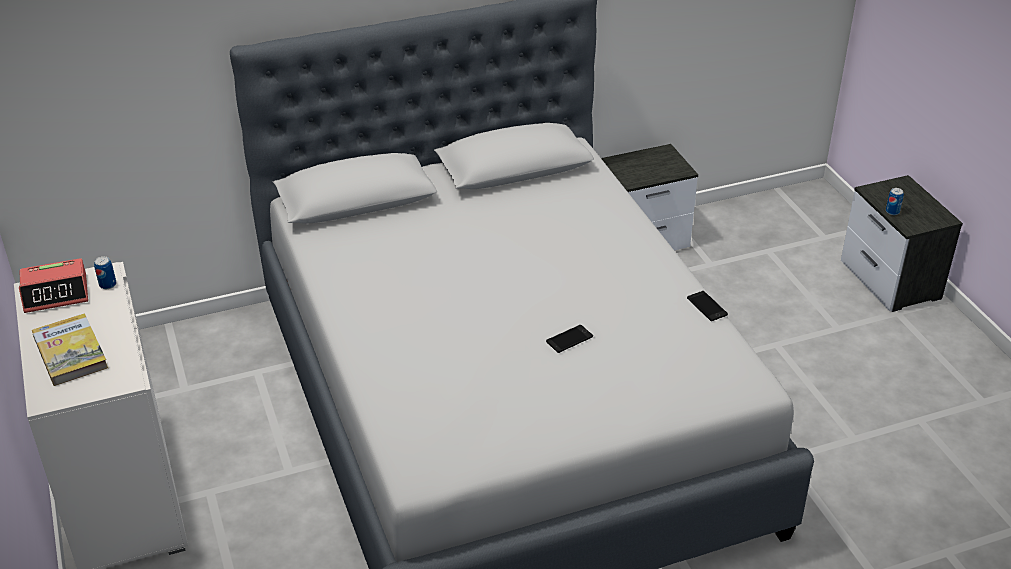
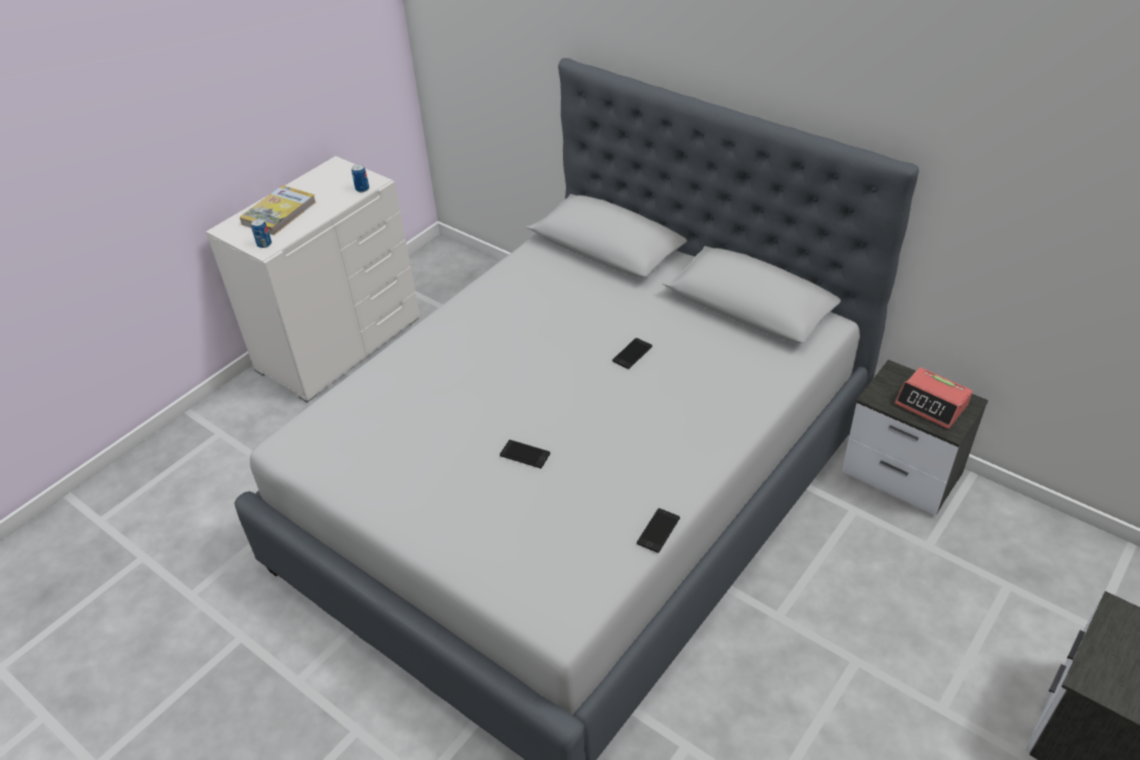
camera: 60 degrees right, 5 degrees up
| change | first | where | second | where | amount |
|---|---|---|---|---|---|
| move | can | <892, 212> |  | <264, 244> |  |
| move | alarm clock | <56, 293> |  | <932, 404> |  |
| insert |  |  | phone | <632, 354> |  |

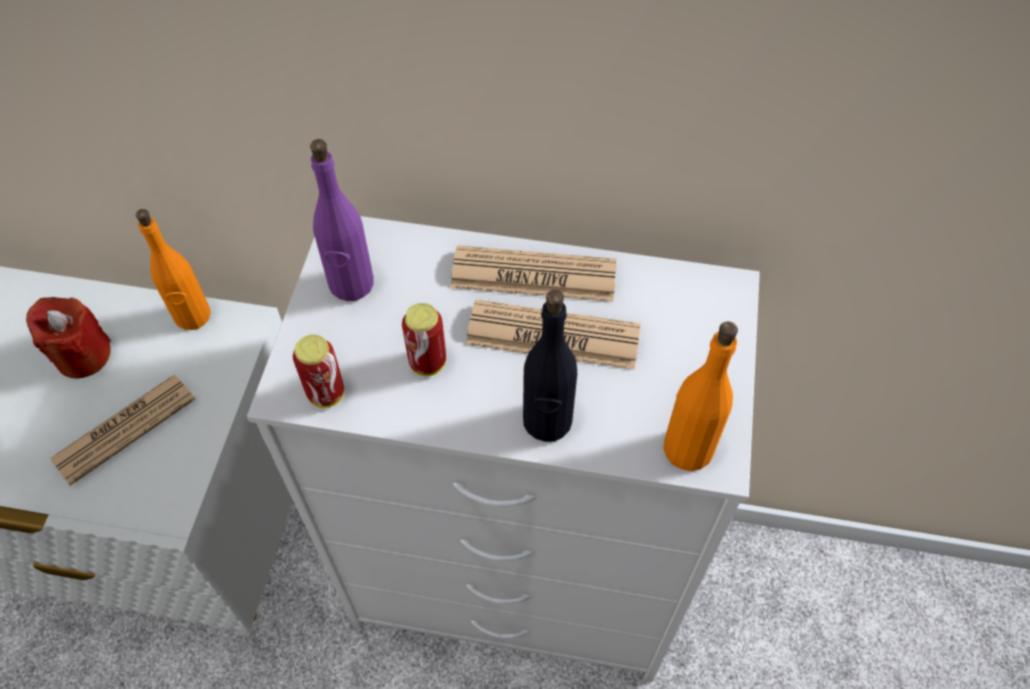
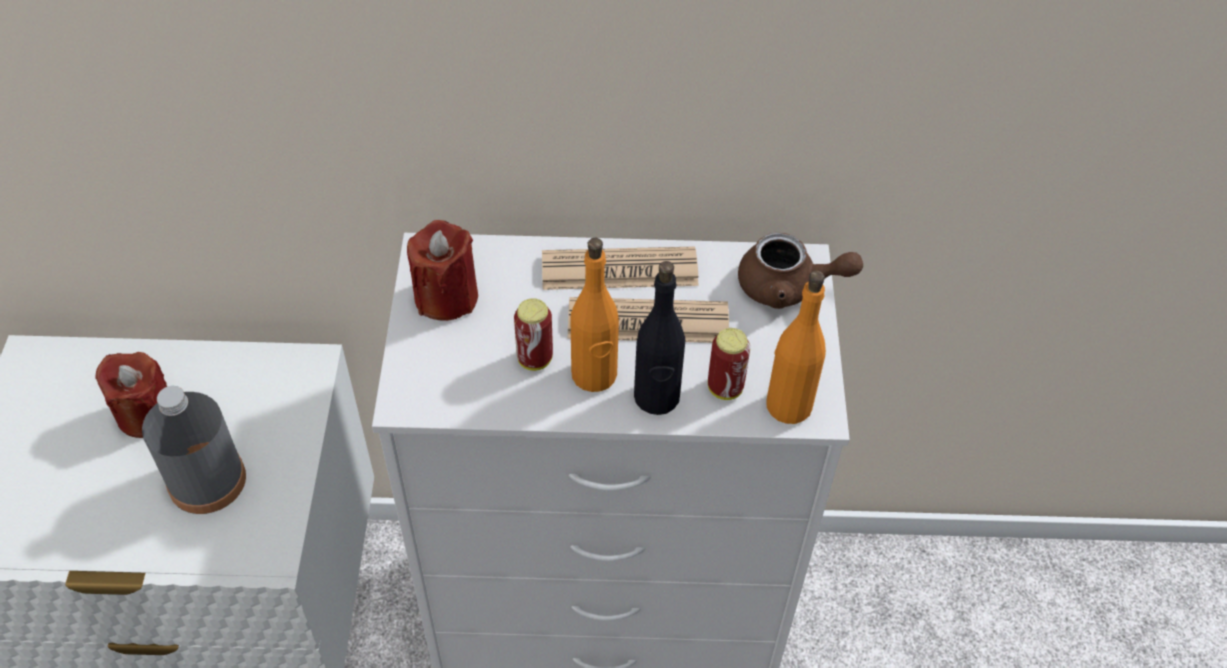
camera: 10 degrees left, 5 degrees down
| change | first | where | second | where | amount |
|---|---|---|---|---|---|
| replace | purple bottle | <351, 284> | red candle | <446, 297> |  |
| move | orange bottle | <192, 316> |  | <594, 375> |  |
| move | can | <326, 393> |  | <725, 388> |  |
| replace | newspaper | <124, 429> | grey bottle | <207, 480> |  |
| insert |  |  | brown teapot | <788, 287> |  |

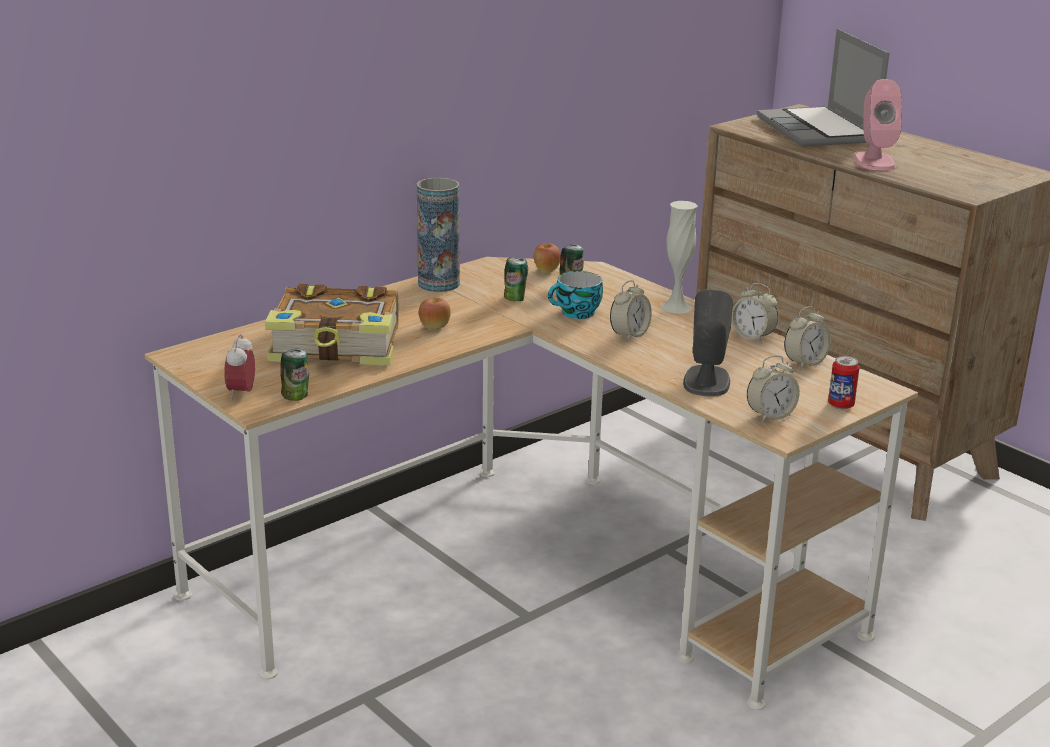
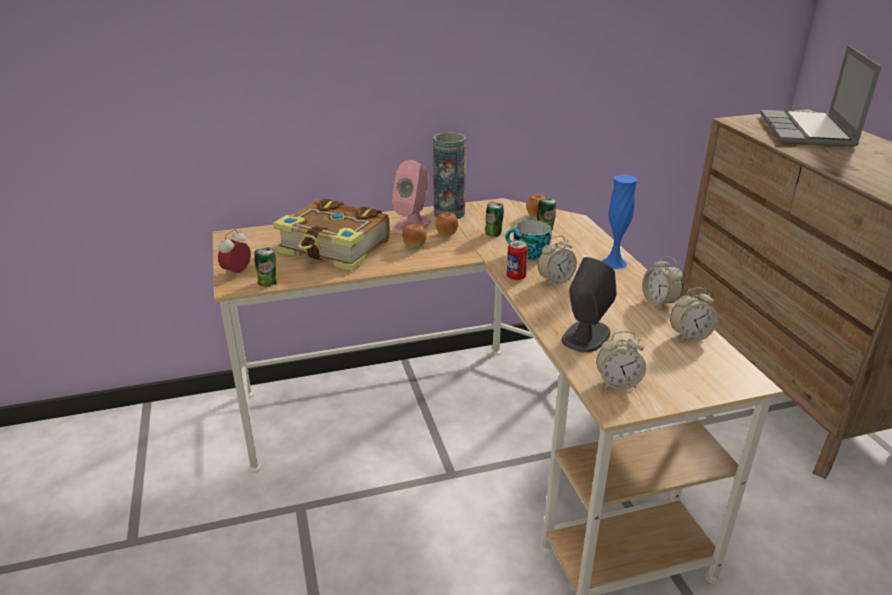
camera: 25 degrees right, 5 degrees up
| change | first | where | second | where | amount |
|---|---|---|---|---|---|
| move | pink speaker | <874, 161> |  | <413, 224> |  |
| recolor | white vase | <676, 307> | blue vase | <614, 263> |  |
| move | can | <841, 405> |  | <516, 277> |  |
| insert |  |  | apple | <446, 234> |  |

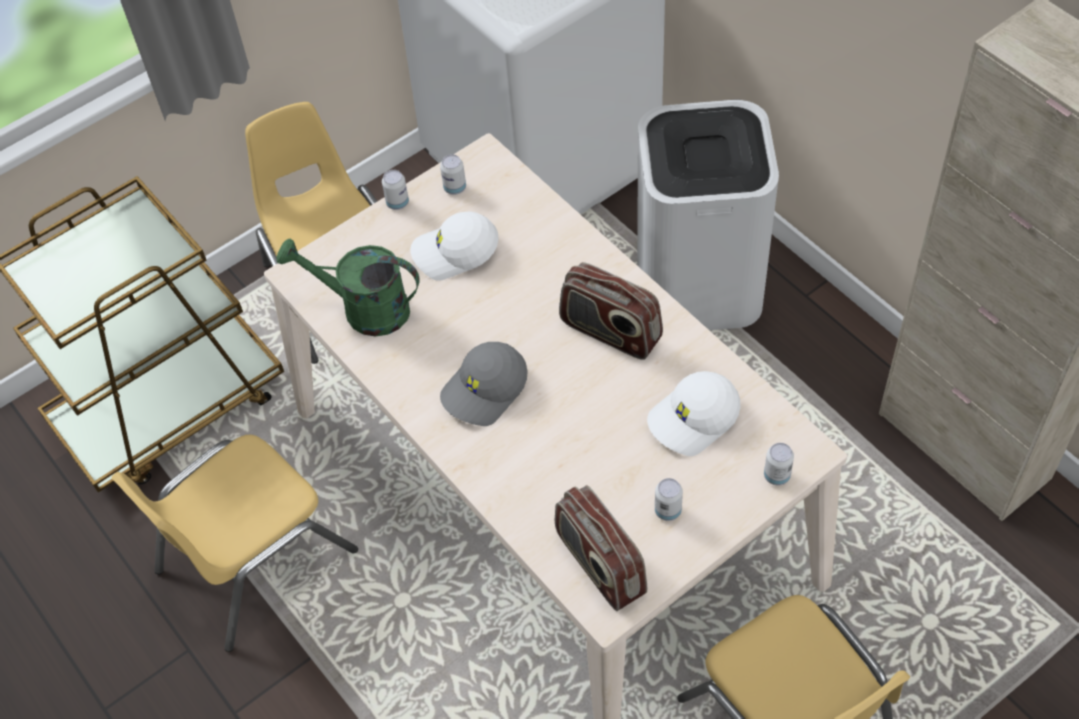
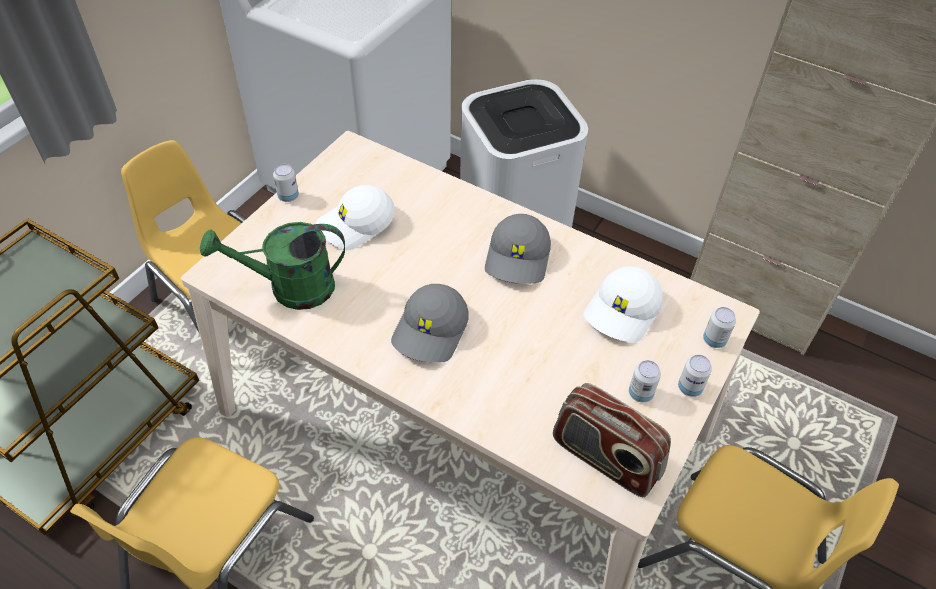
camera: 25 degrees left, 5 degrees down
| change | first | where | second | where | amount |
|---|---|---|---|---|---|
| move | can | <455, 188> |  | <689, 388> |  |
| replace | radio | <610, 332> | grey cap | <519, 258> |  |

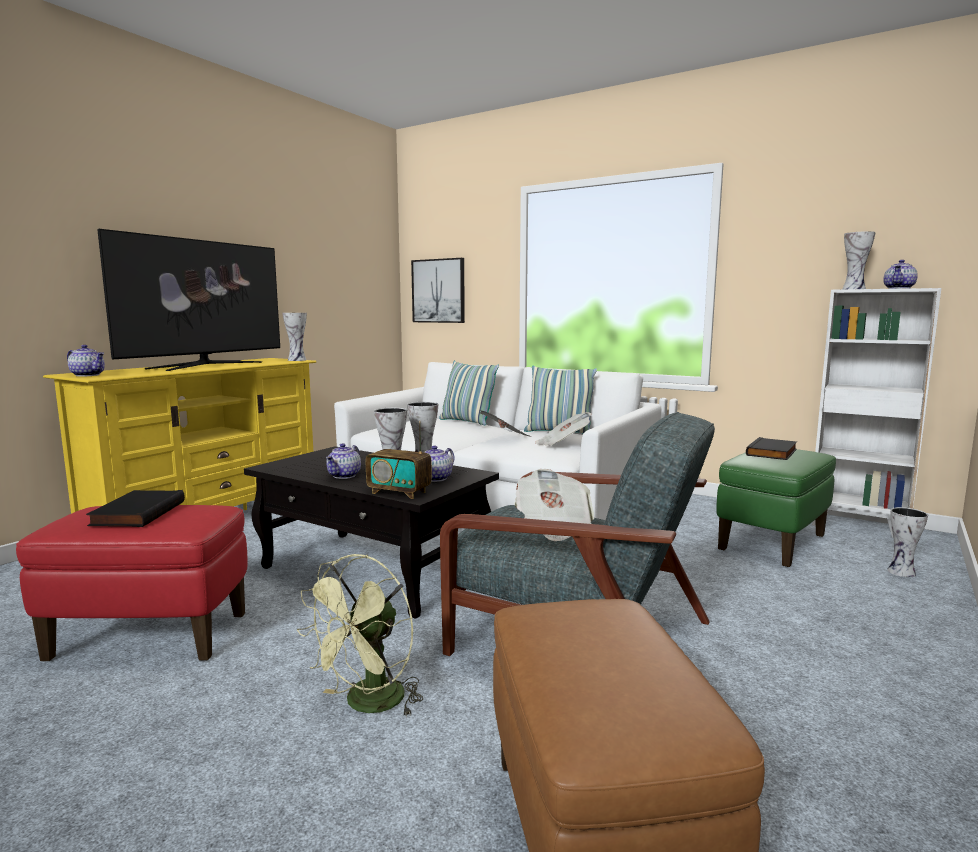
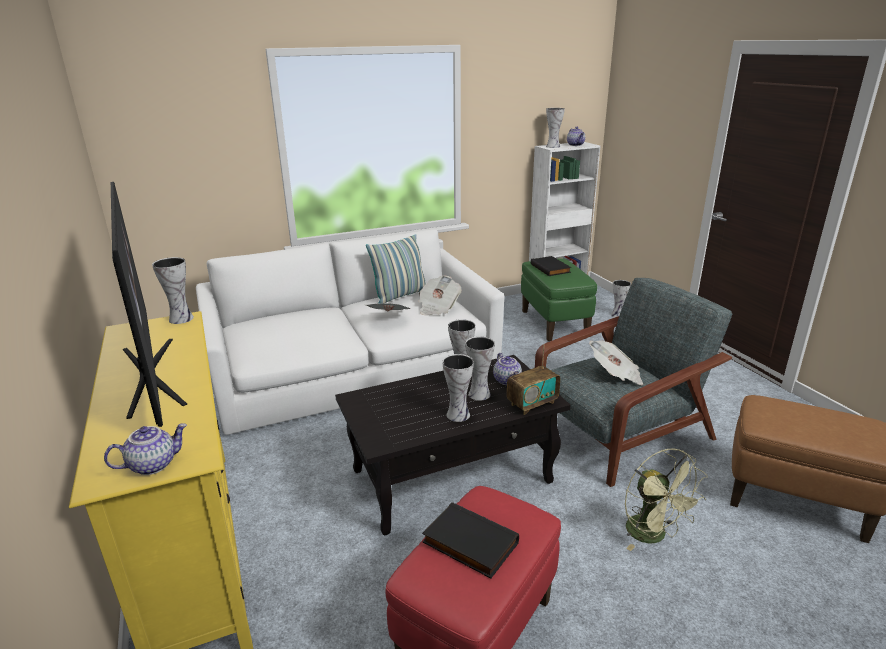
camera: 55 degrees left, 15 degrees up
| change | first | where | second | where | amount |
|---|---|---|---|---|---|
| delete | picture | <438, 291> |  |  |  |
| delete | pillow | <467, 421> |  |  |  |
| replace | teapot | <344, 476> | vase | <458, 414> |  |

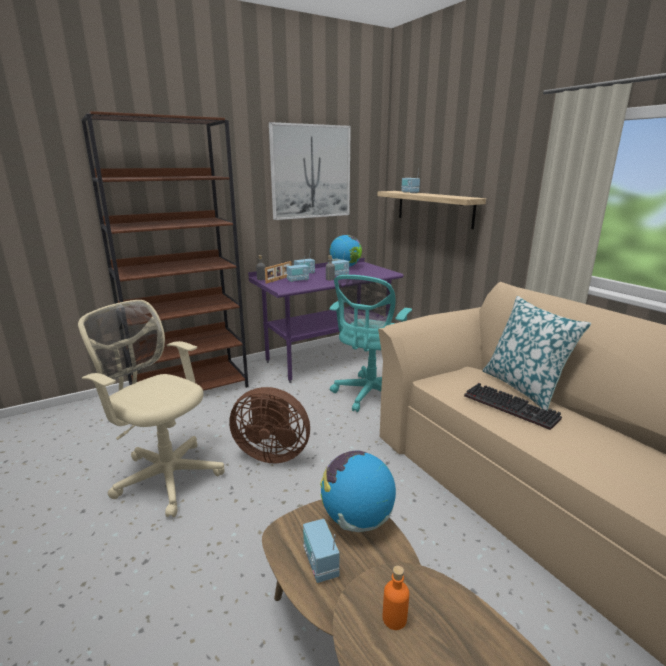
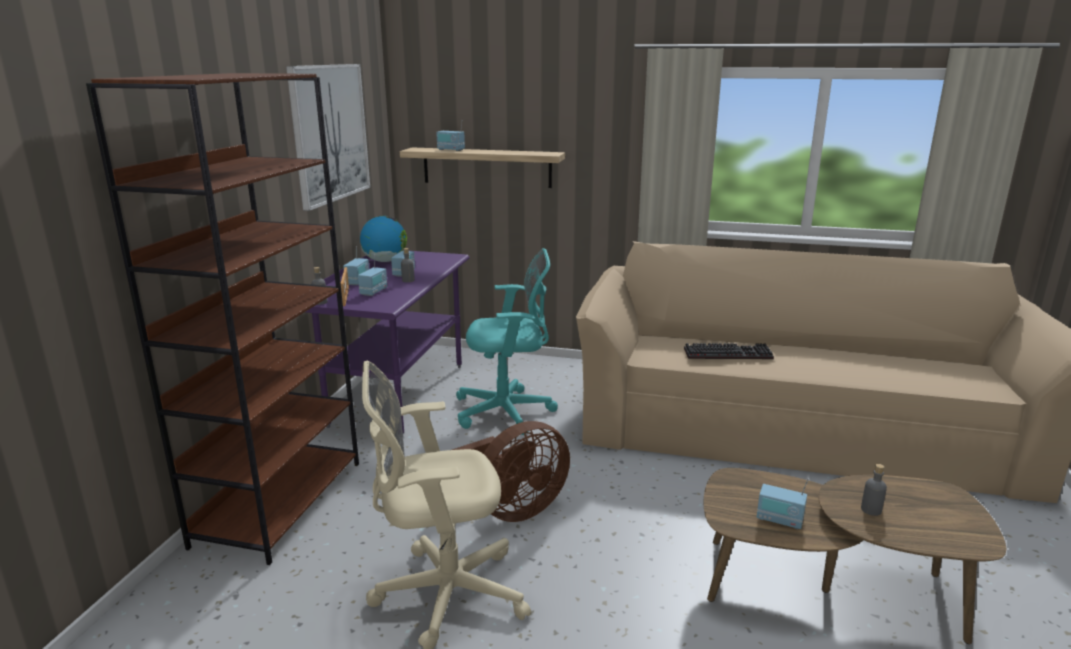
camera: 45 degrees left, 0 degrees up
| change | first | where | second | where | amount |
|---|---|---|---|---|---|
| rotate | turquoise office chair | <369, 395> |  | <508, 411> | 75 degrees counterclockwise |
| delete | pillow | <524, 387> |  |  |  |
| delete | globe | <357, 520> |  |  |  |
| recolor | orange bottle | <394, 618> | grey bottle | <871, 510> |  |

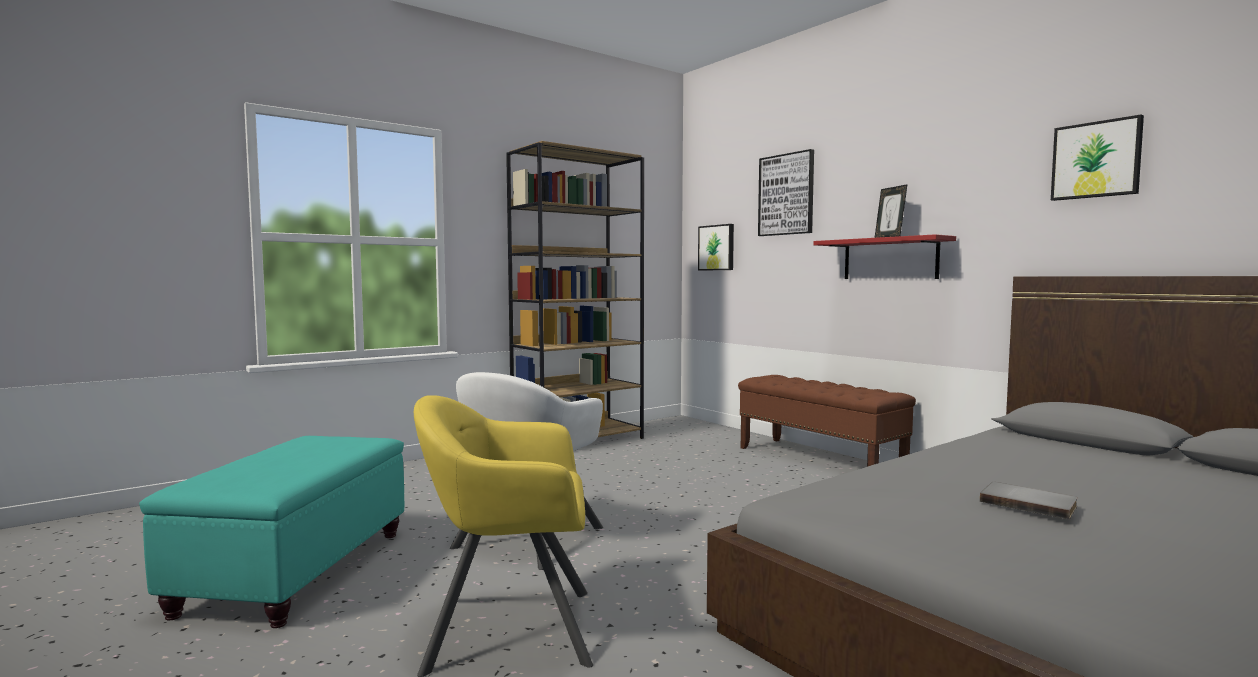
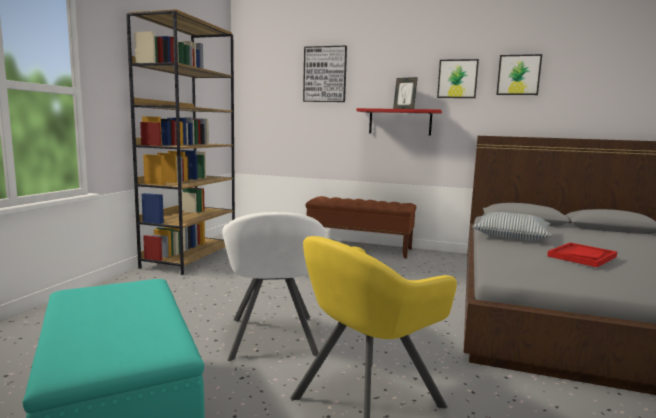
camera: 35 degrees left, 5 degrees up
| change | first | where | second | where | amount |
|---|---|---|---|---|---|
| move | picture | <717, 247> |  | <457, 79> |  |
| replace | grey book | <1028, 503> | red tray | <582, 256> |  |
| insert |  |  | pillow | <511, 236> |  |

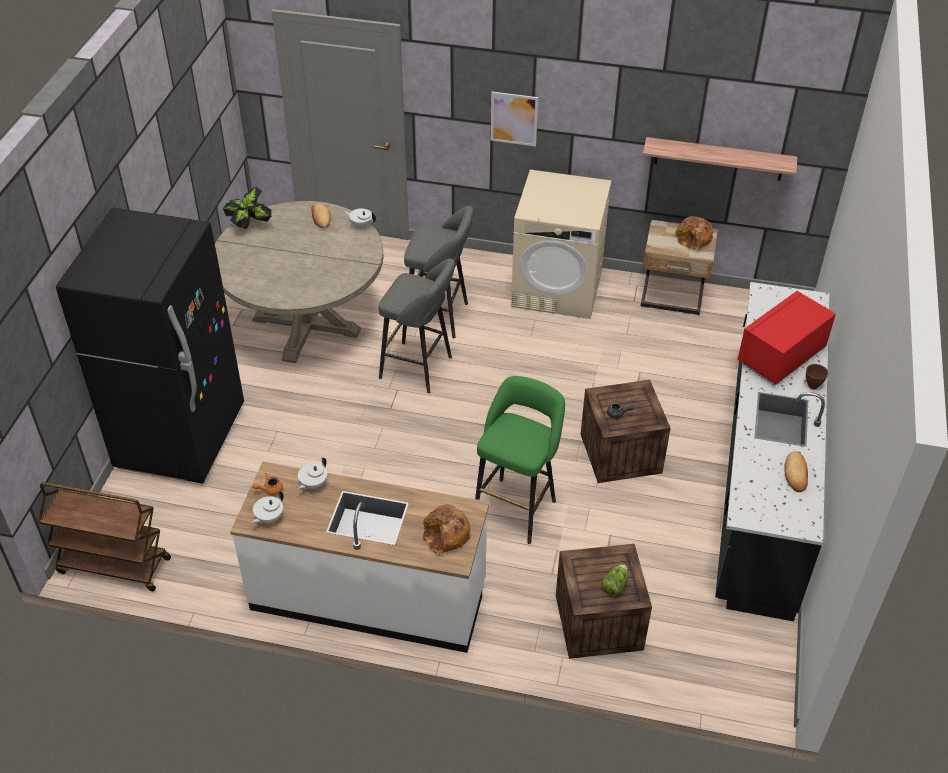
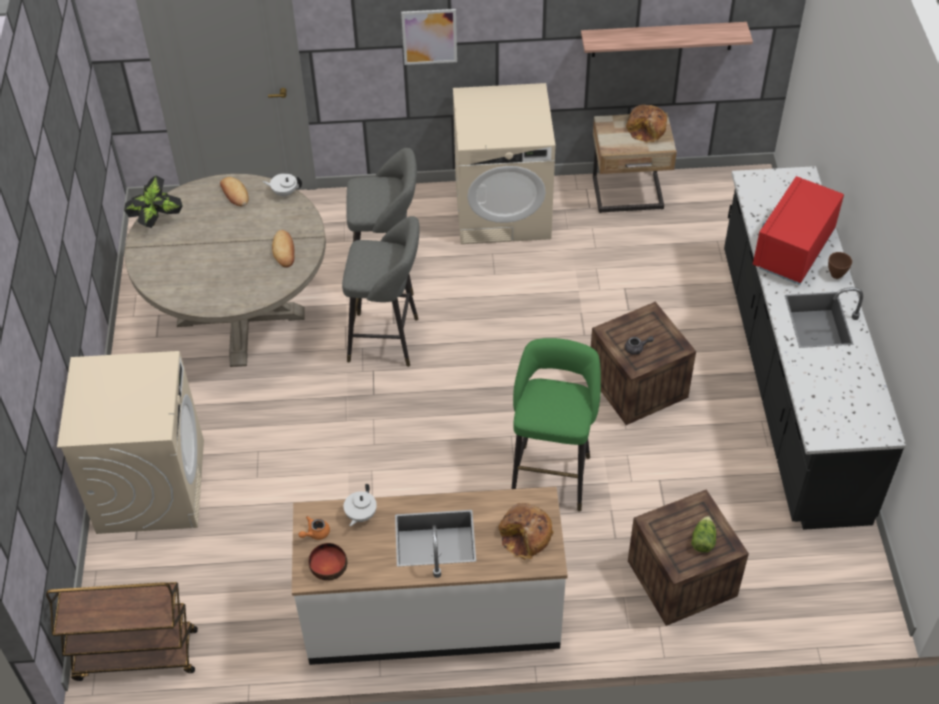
camera: 15 degrees left, 5 degrees up
| change | first | where | second | where | amount |
|---|---|---|---|---|---|
| replace | black fridge | <181, 437> | beige washing machine | <151, 485> |  |
| move | bread | <796, 474> |  | <284, 251> |  |
| replace | white teapot | <269, 518> | bowl | <328, 566> |  |

